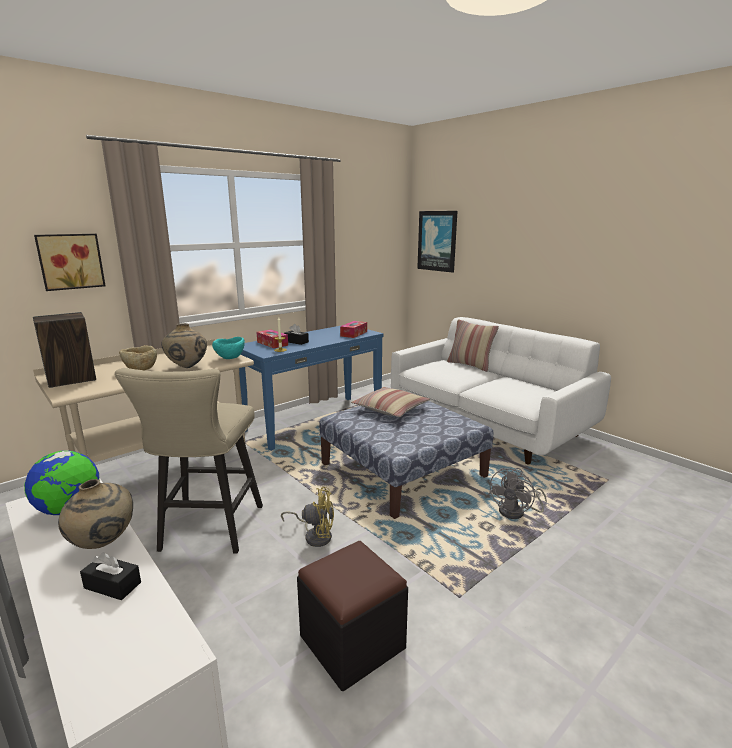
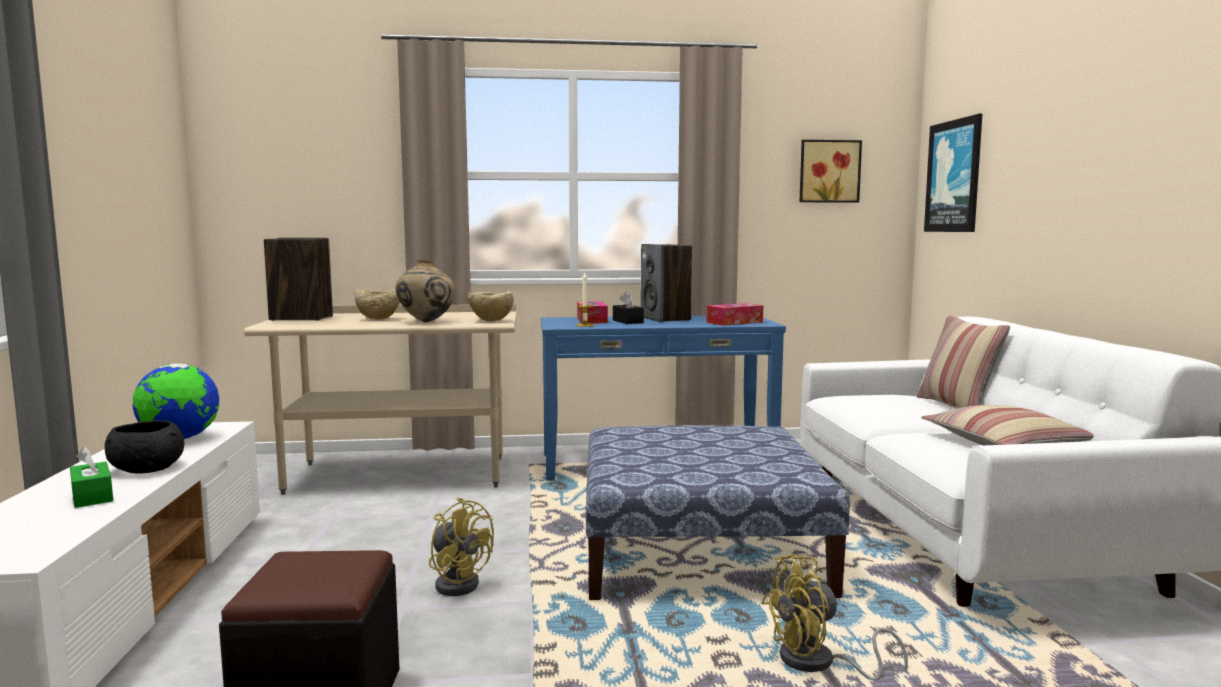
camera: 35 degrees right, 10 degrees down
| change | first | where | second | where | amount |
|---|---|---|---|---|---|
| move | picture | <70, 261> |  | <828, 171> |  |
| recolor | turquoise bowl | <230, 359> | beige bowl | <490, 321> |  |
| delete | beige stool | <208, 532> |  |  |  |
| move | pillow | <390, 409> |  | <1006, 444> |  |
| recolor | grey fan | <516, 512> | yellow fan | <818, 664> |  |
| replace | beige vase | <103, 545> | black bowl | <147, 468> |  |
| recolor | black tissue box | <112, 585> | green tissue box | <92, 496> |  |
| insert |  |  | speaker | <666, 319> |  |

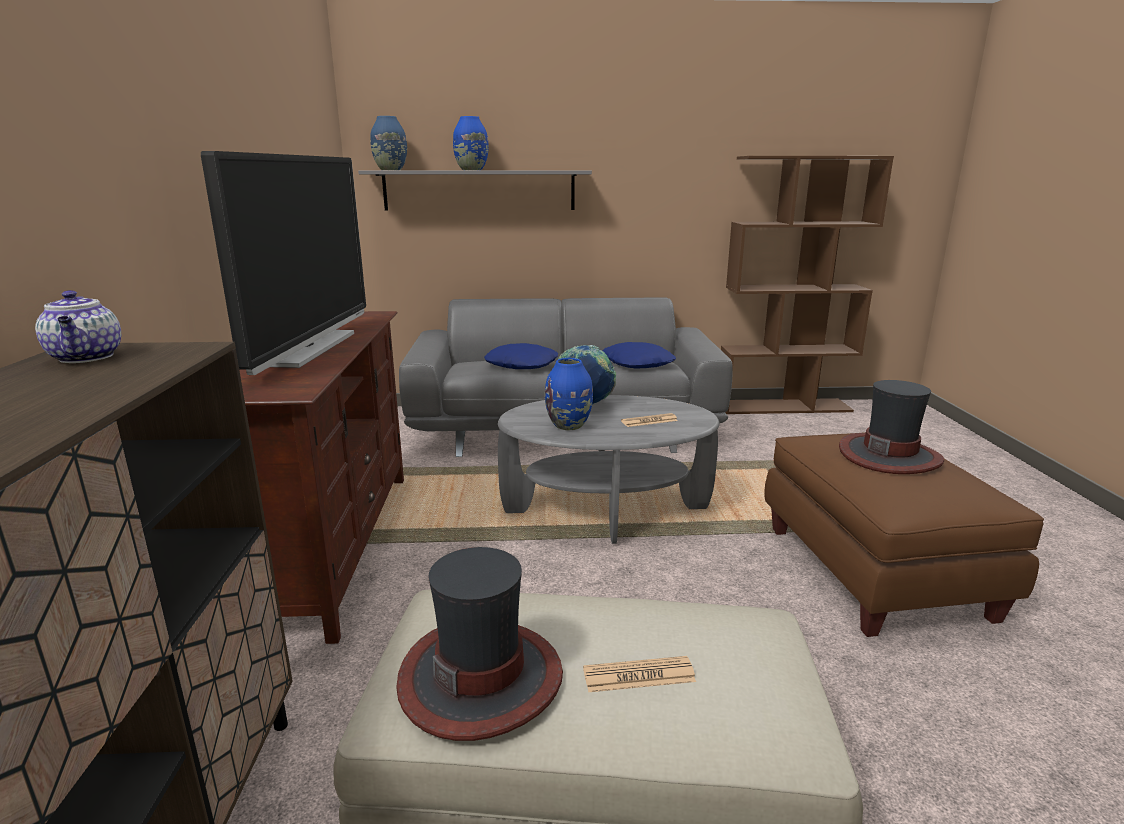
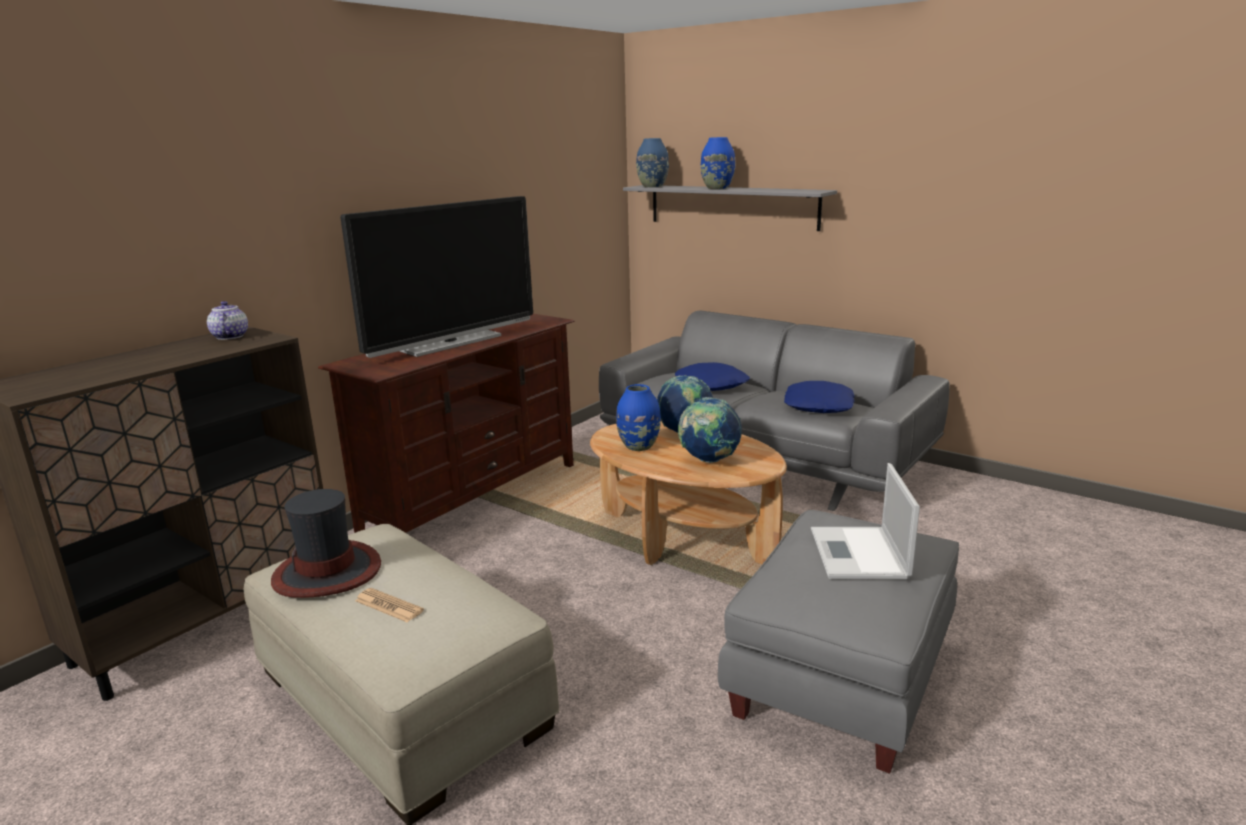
camera: 40 degrees right, 0 degrees up
| change | first | where | second | where | amount |
|---|---|---|---|---|---|
| delete | brown bookcase | <783, 406> |  |  |  |
| rotate | teapot | <87, 357> |  | <230, 336> | 150 degrees clockwise |
| replace | hat | <889, 455> | laptop | <859, 555> |  |
| recolor | grey coffee table | <606, 511> | brown coffee table | <684, 538> |  |
| replace | newspaper | <649, 421> | globe | <709, 460> |  |
| recolor | brown ottoman | <876, 571> | grey ottoman | <842, 679> |  |

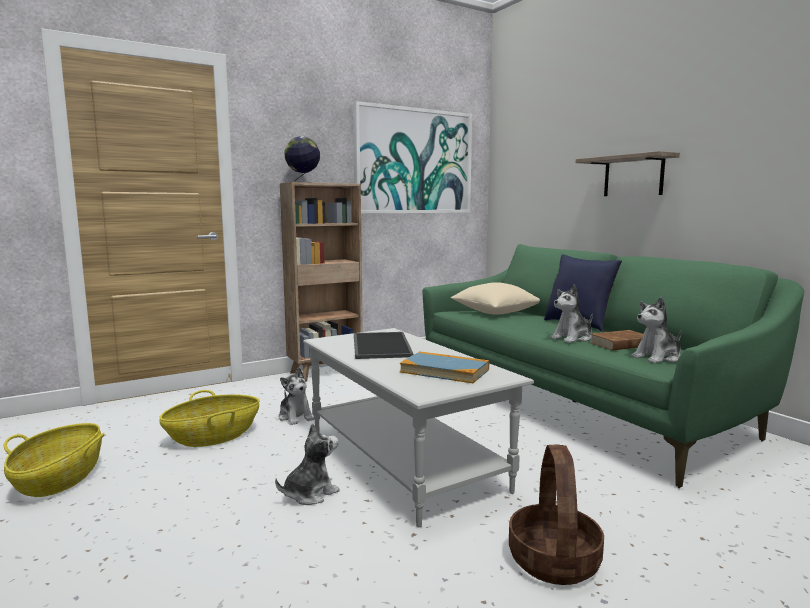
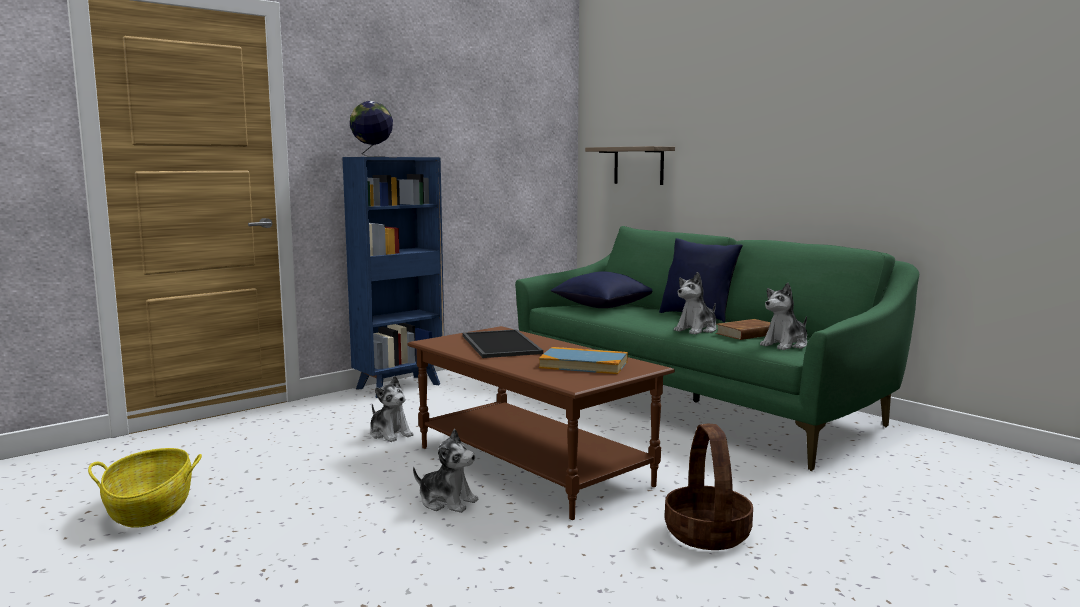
camera: 10 degrees left, 0 degrees up
| change | first | where | second | where | amount |
|---|---|---|---|---|---|
| delete | picture | <414, 161> |  |  |  |
| move | shelf | <633, 176> |  | <638, 165> |  |
| recolor | brown bookcase | <326, 372> | blue bookcase | <400, 386> |  |
| recolor | beige pillow | <495, 313> | blue pillow | <602, 306> |  |
| recolor | grey coffee table | <404, 459> | brown coffee table | <533, 466> |  |
| delete | basket | <213, 436> |  |  |  |
| rotate | plush toy | <310, 493> |  | <447, 502> | 75 degrees clockwise |

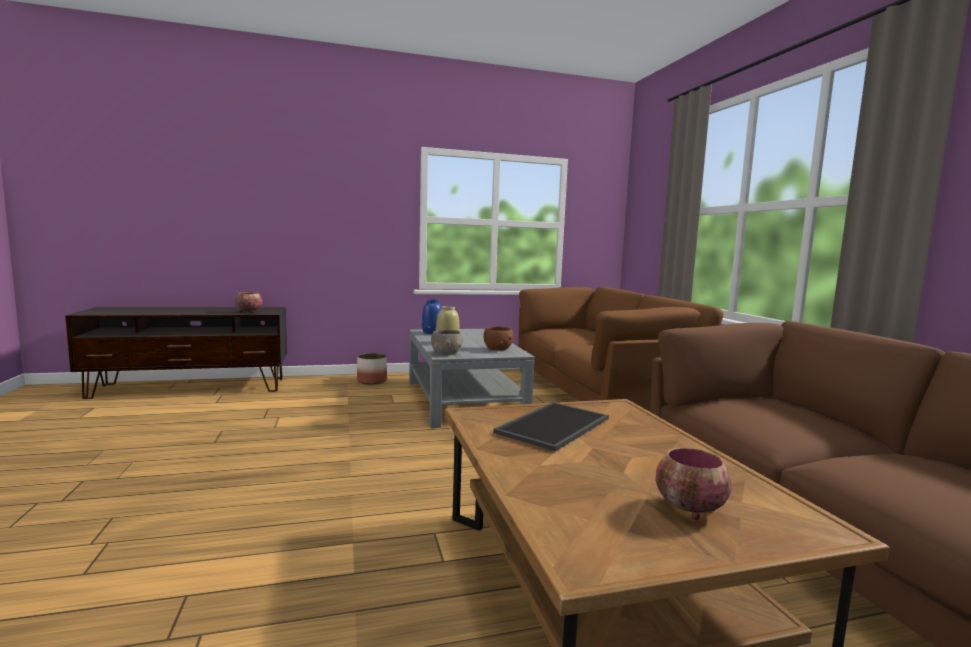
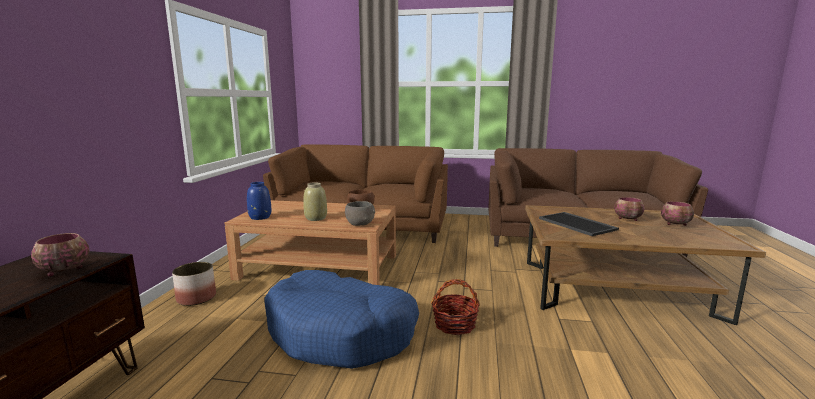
camera: 65 degrees left, 5 degrees up
| change | first | where | second | where | amount |
|---|---|---|---|---|---|
| recolor | grey coffee table | <463, 399> | brown coffee table | <320, 267> |  |
| insert |  |  | bowl | <628, 219> |  |
| insert |  |  | blue dog bed | <342, 333> |  |
| insert |  |  | basket | <455, 324> |  |

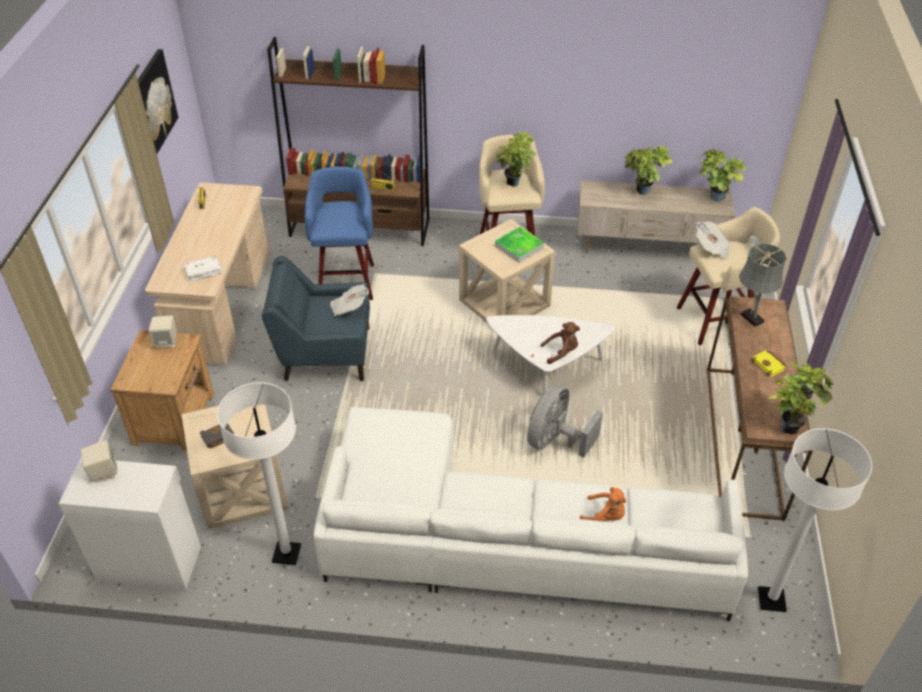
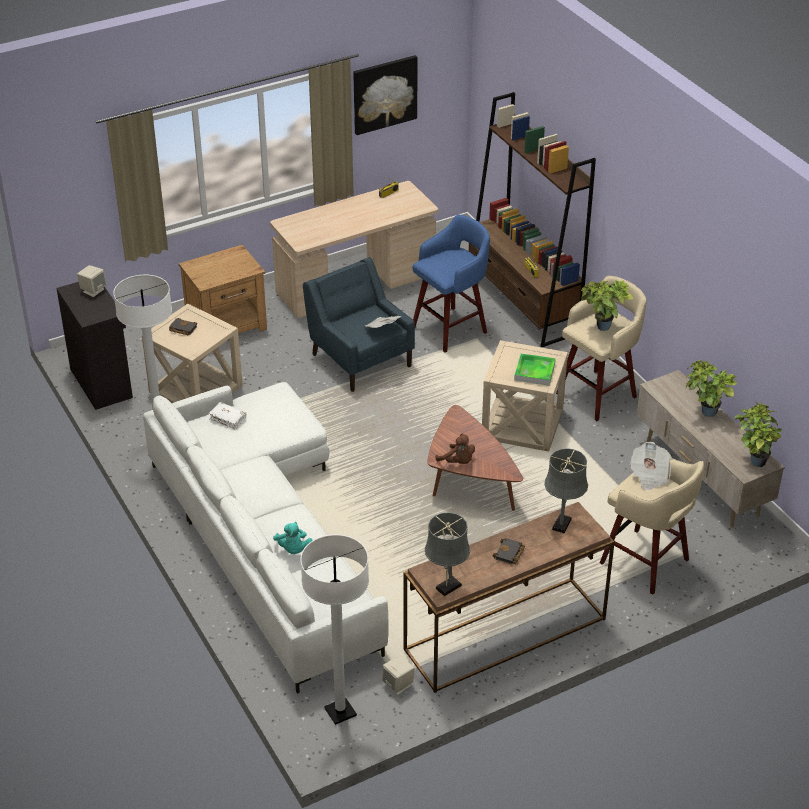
camera: 55 degrees right, 5 degrees down
| change | first | where | second | where | amount |
|---|---|---|---|---|---|
| move | white book | <203, 272> |  | <228, 418> |  |
| move | beige speaker | <166, 342> |  | <398, 685> |  |
| recolor | white coffee table | <546, 369> | brown coffee table | <468, 483> |  |
| recolor | yellow book | <769, 365> | black book | <509, 554> |  |
| replace | potted plant | <789, 424> | grey table lamp | <446, 588> |  |
| delete | grey fan | <555, 440> |  |  |  |
| recolor | white cabinet | <149, 561> | black cabinet | <102, 382> |  |
| recolor | orange plush toy | <605, 516> | turquoise plush toy | <293, 549> |  |

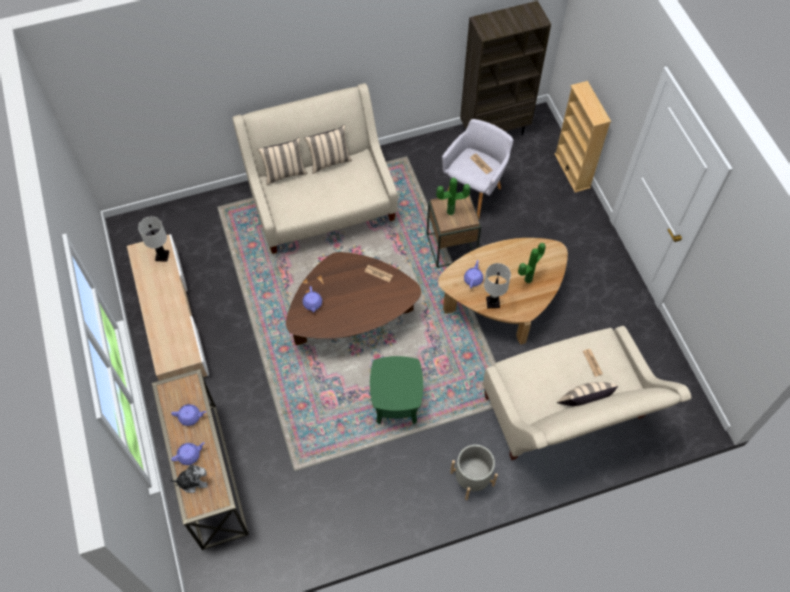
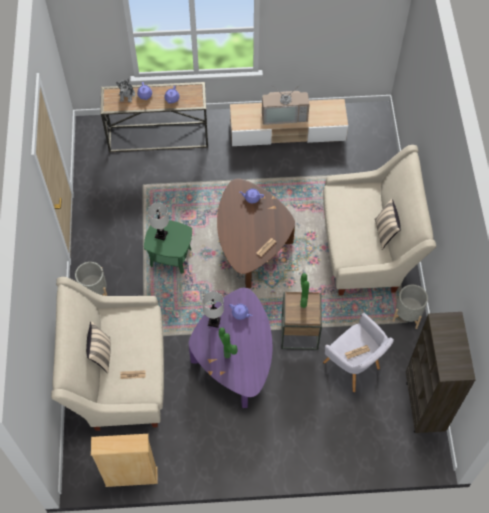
camera: 105 degrees right, 0 degrees up
| change | first | where | second | where | amount |
|---|---|---|---|---|---|
| move | beige bookcase | <572, 171> |  | <131, 477> |  |
| delete | beige pillow | <284, 173> |  |  |  |
| move | white table lamp | <162, 256> |  | <161, 235> |  |
| recolor | brown coffee table | <503, 300> | purple coffee table | <235, 358> |  |
| insert |  |  | television | <284, 114> |  |
| insert |  |  | grey planter | <407, 314> |  |

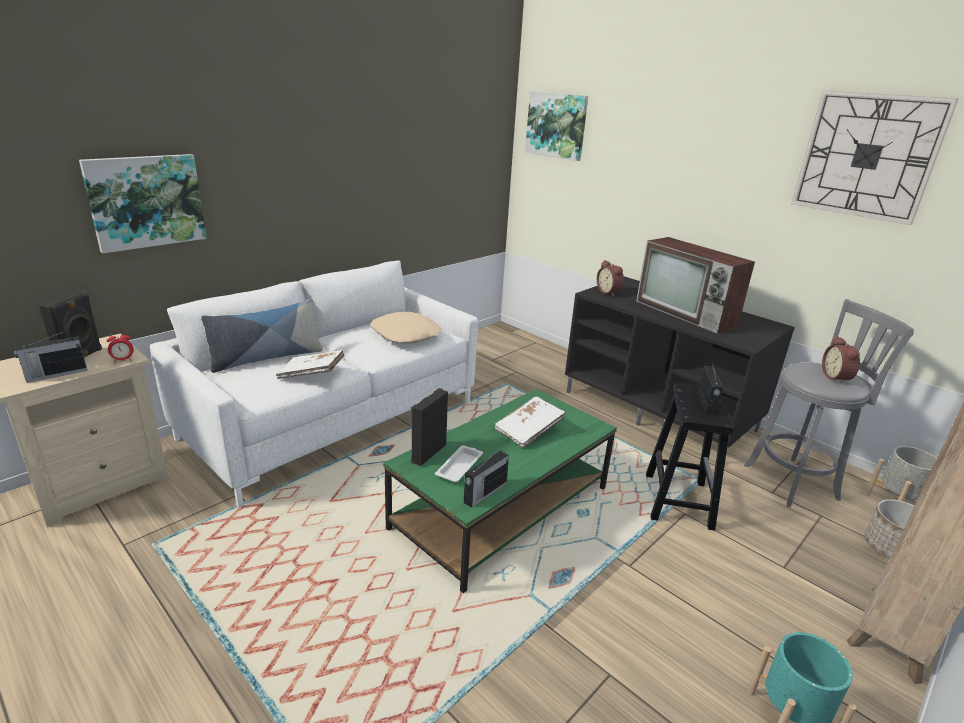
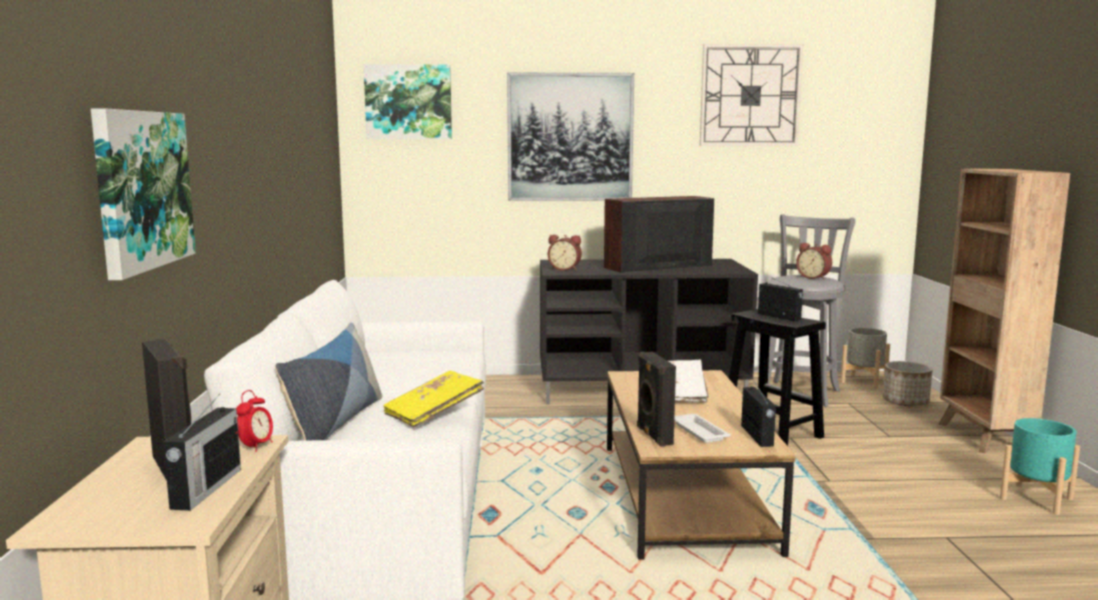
camera: 45 degrees left, 15 degrees down
| change | first | where | second | where | amount |
|---|---|---|---|---|---|
| rotate | television | <687, 314> |  | <656, 267> | 150 degrees clockwise |
| delete | beige pillow | <406, 335> |  |  |  |
| recolor | white book | <312, 374> | yellow book | <433, 413> |  |
| recolor | green coffee table | <501, 507> | brown coffee table | <683, 496> |  |
| insert |  |  | picture | <570, 137> |  |

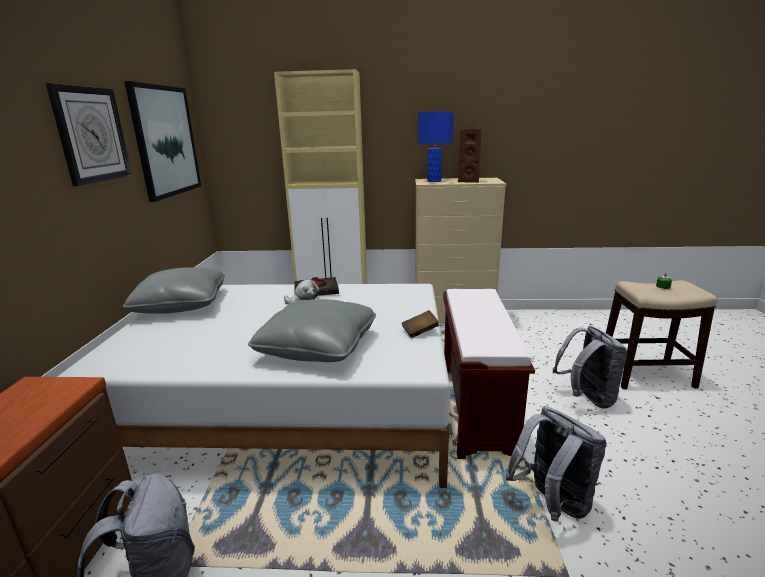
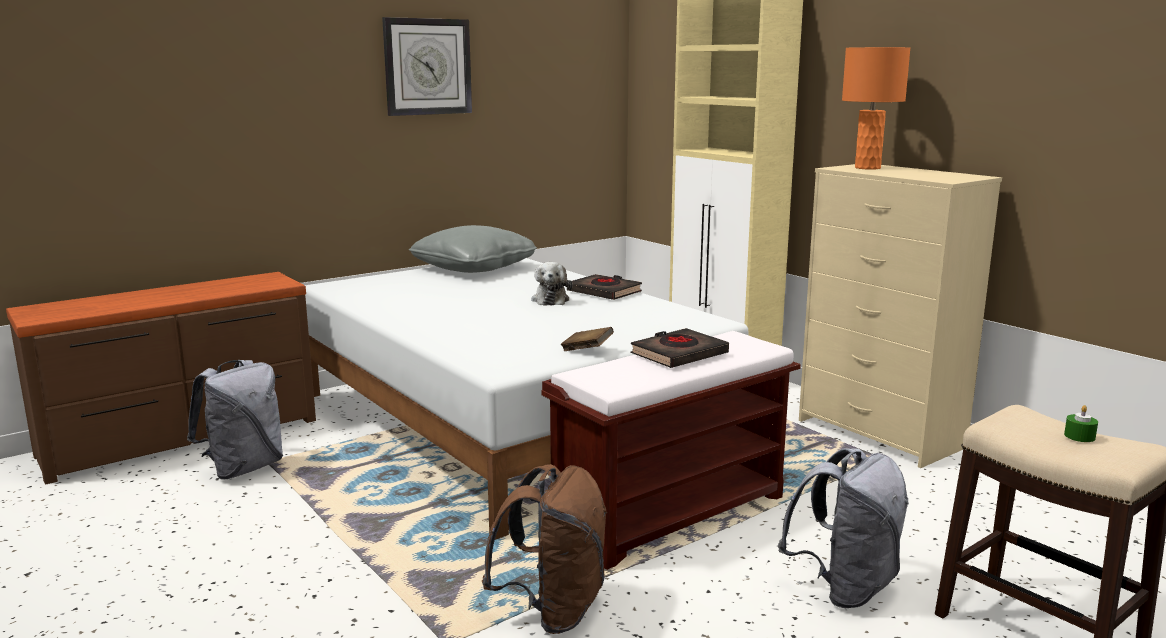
camera: 50 degrees right, 5 degrees down
| change | first | where | second | where | amount |
|---|---|---|---|---|---|
| delete | picture | <166, 141> |  |  |  |
| recolor | blue table lamp | <434, 181> | orange table lamp | <867, 168> |  |
| delete | brown speaker | <470, 181> |  |  |  |
| delete | grey pillow | <318, 347> |  |  |  |
| recolor | grey backpack | <552, 503> | brown backpack | <553, 610> |  |
| insert |  |  | black book | <679, 354> |  |

